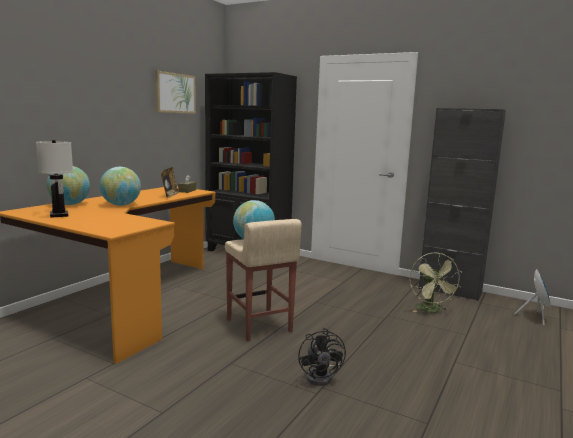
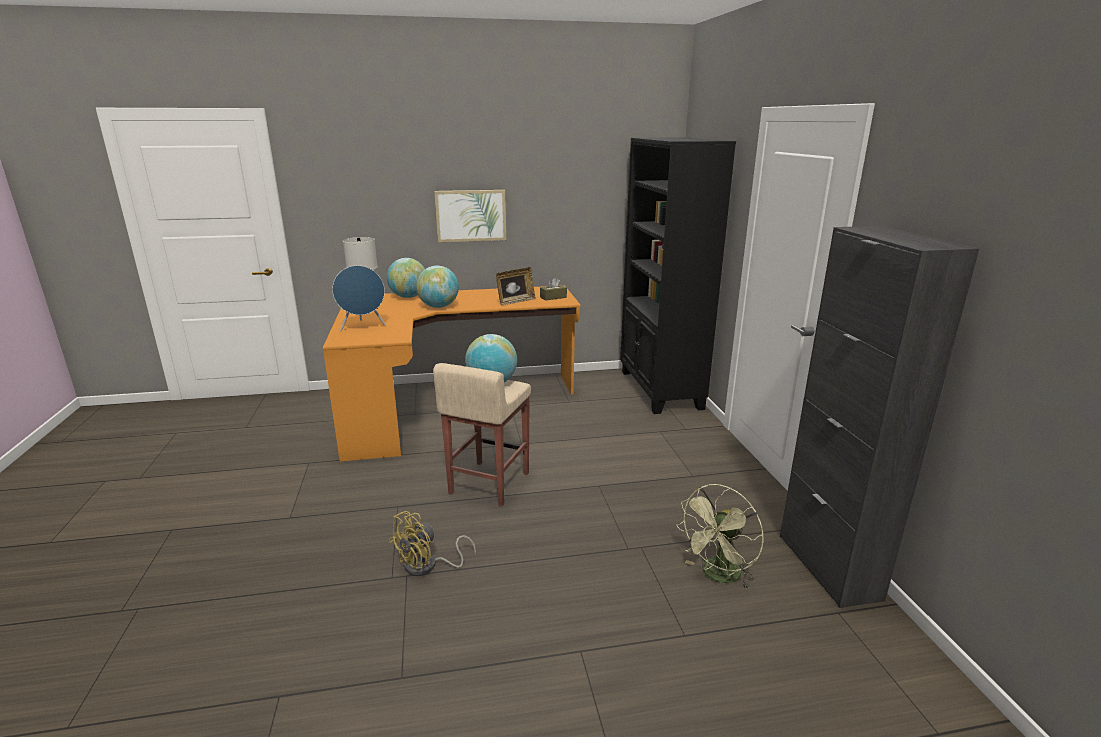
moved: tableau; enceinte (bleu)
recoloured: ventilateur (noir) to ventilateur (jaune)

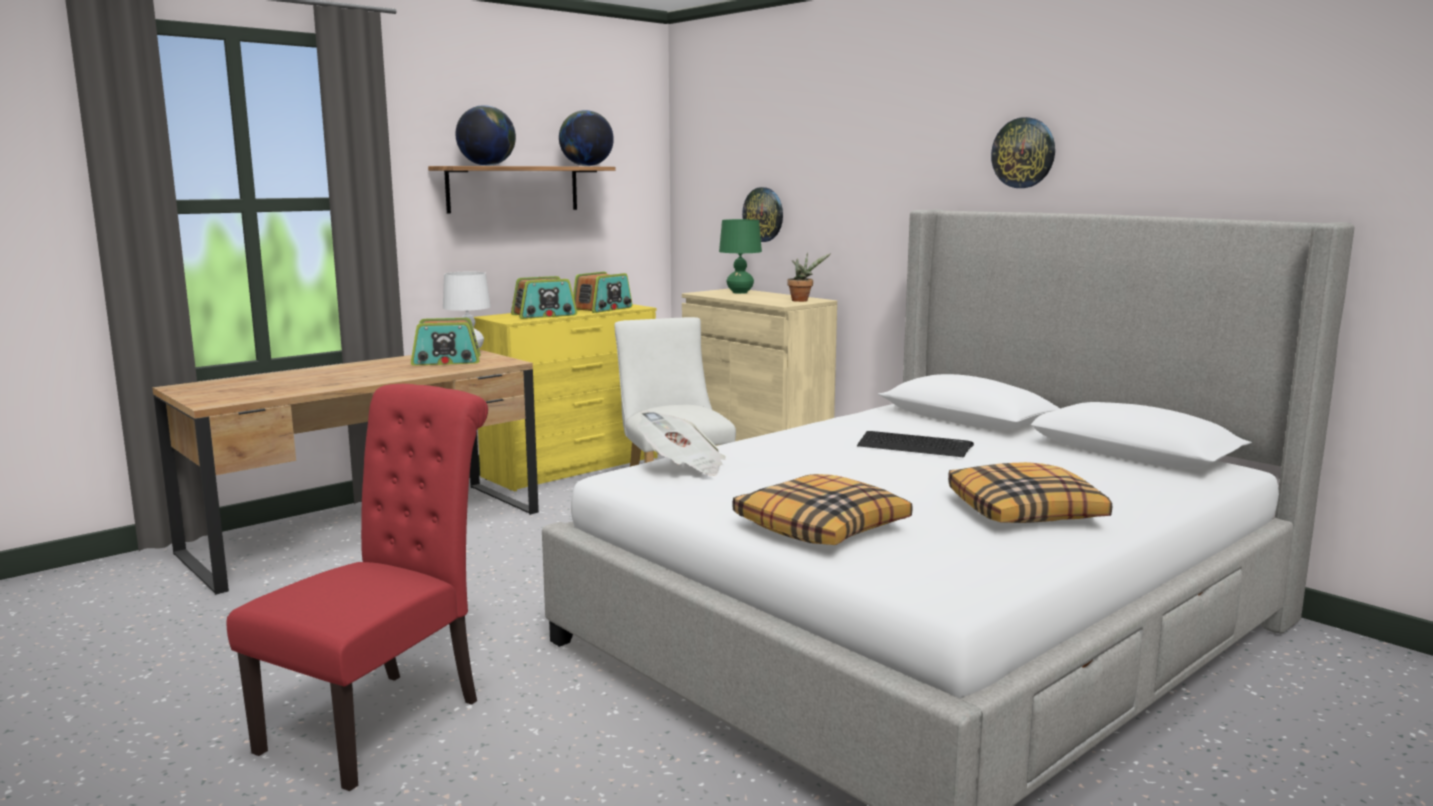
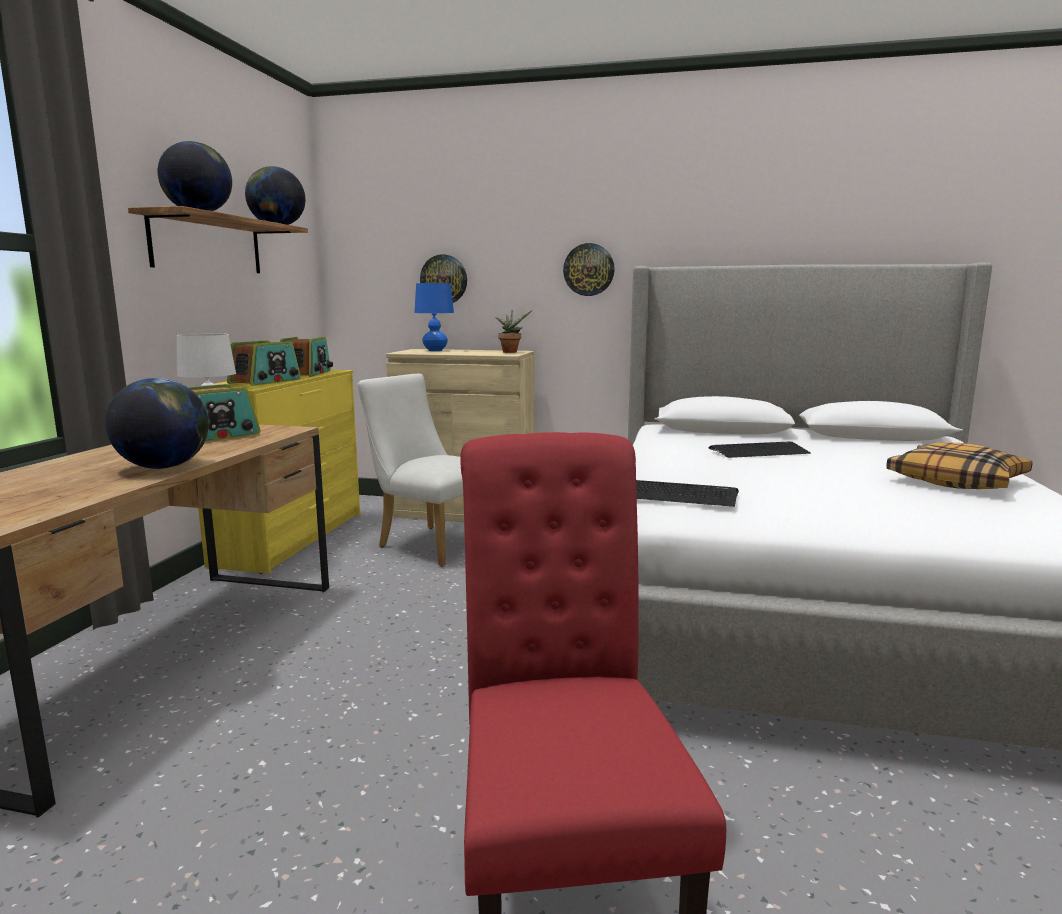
removed: coussin (1st from left)
added: globe (1st from left)
moved: horloge murale (2nd from left)
replaced: journal to clavier (1st from left)
recoloured: lampe de table (vert) to lampe de table (bleu)

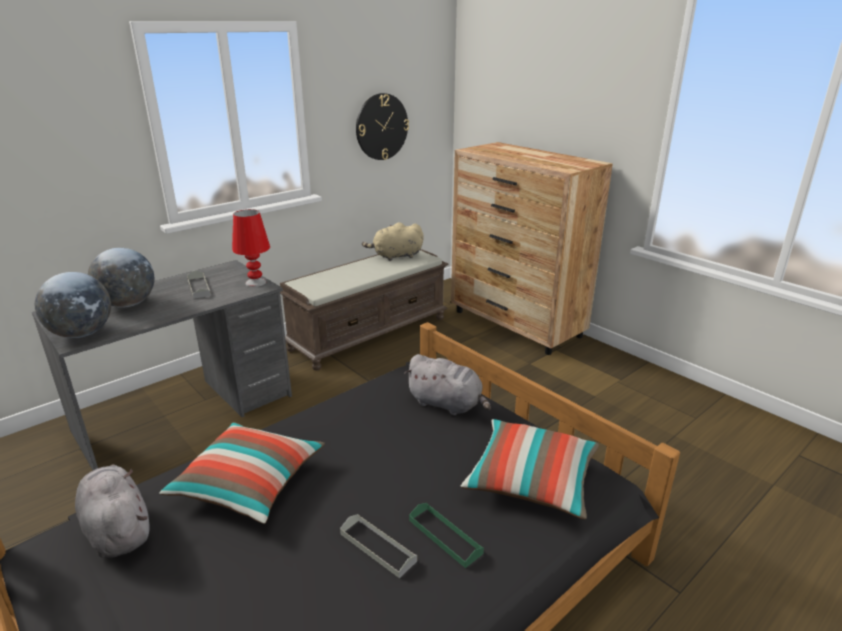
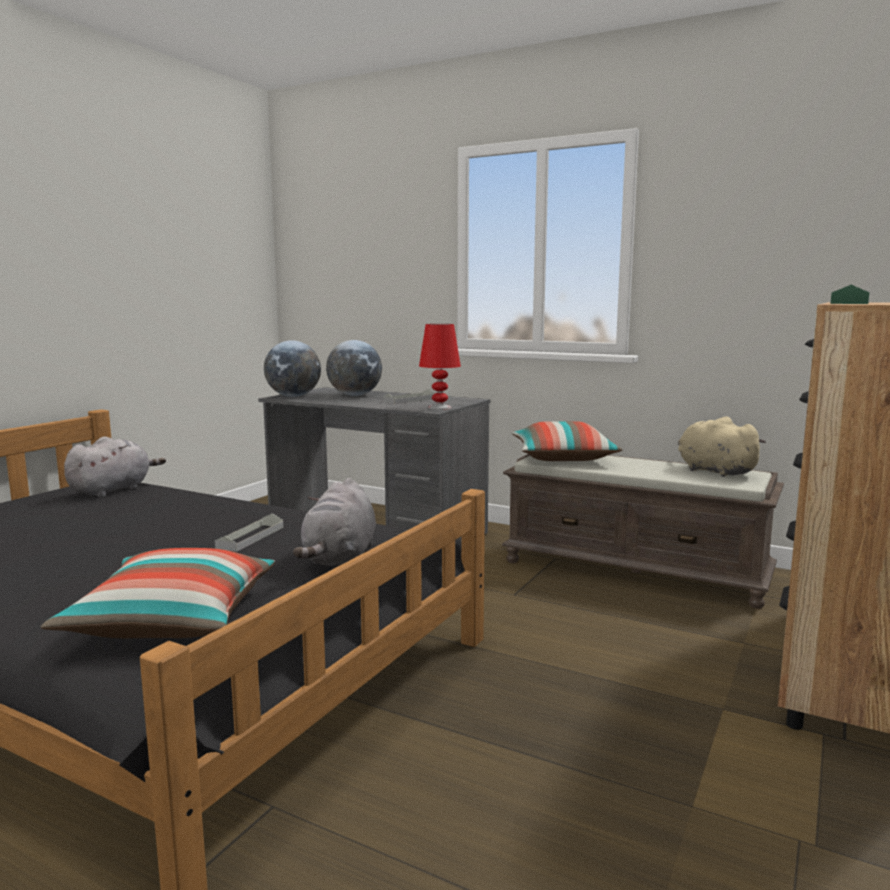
removed: horloge murale
moved: coussin (1st from left in the first image) to coussin (2nd from left); plateau (gris) (2nd from left in the first image) to plateau (gris) (1st from left); plateau (vert)

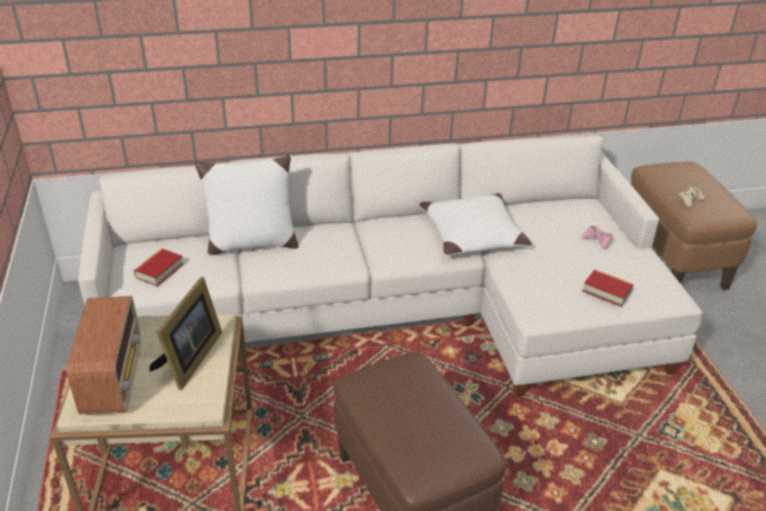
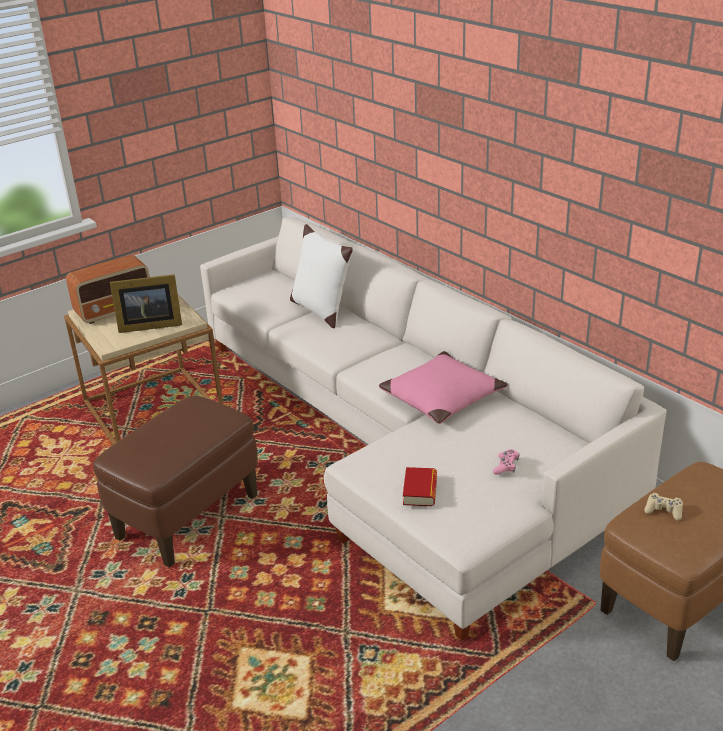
removed: livre (1st from left)
recoloured: coussin (blanc) (2nd from left) to coussin (rose)

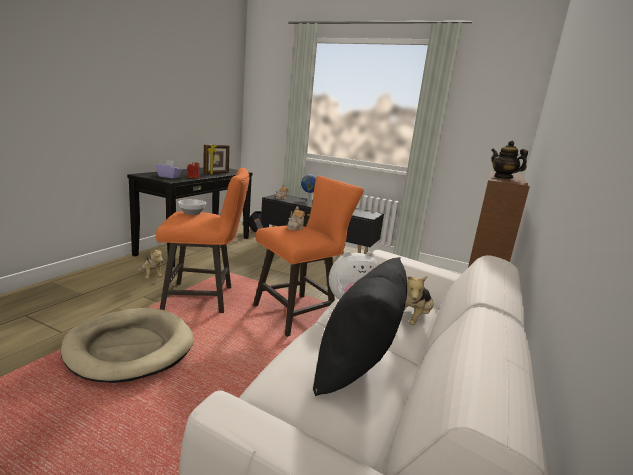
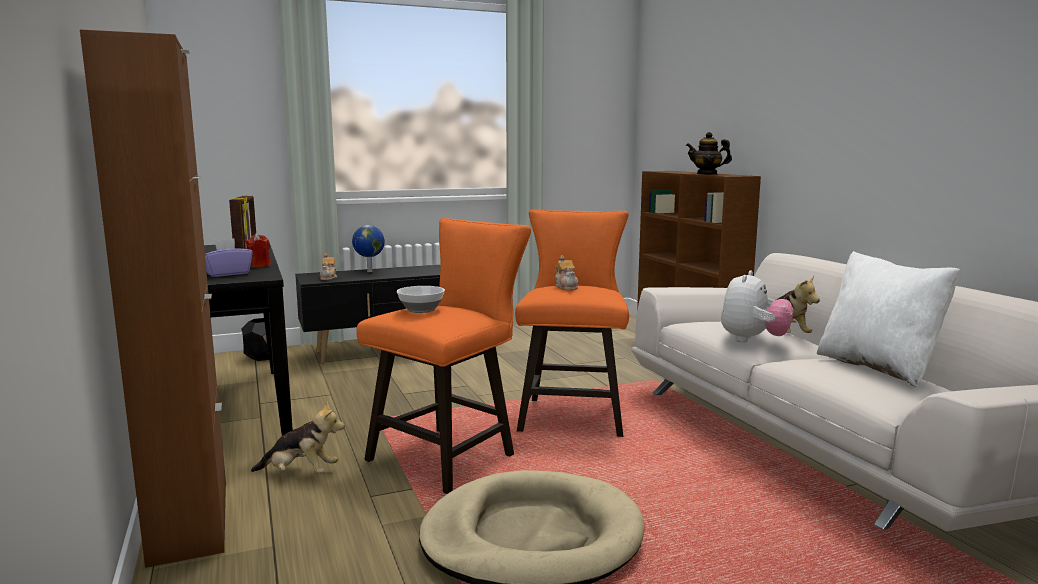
added: meuble de rangement (marron)
recoloured: coussin (noir) to coussin (blanc)

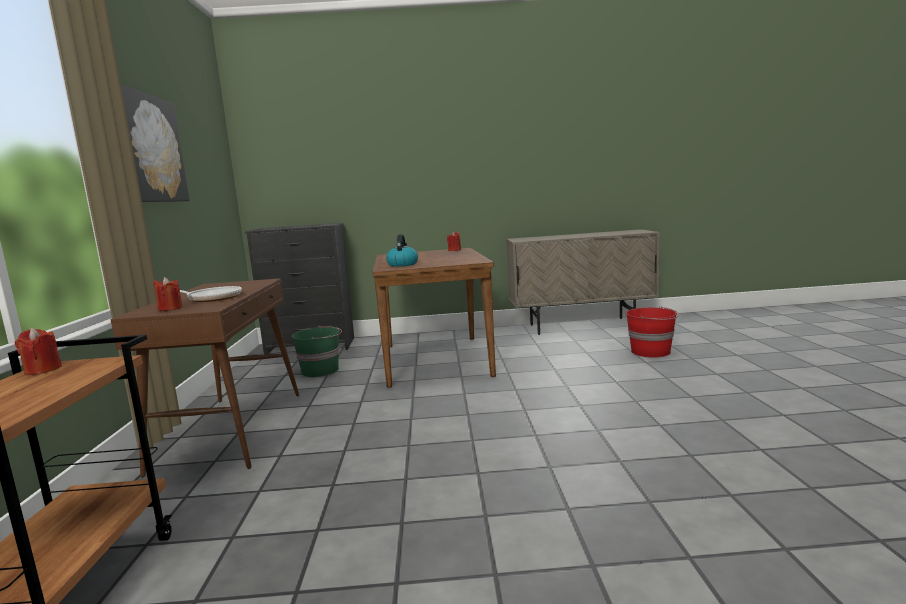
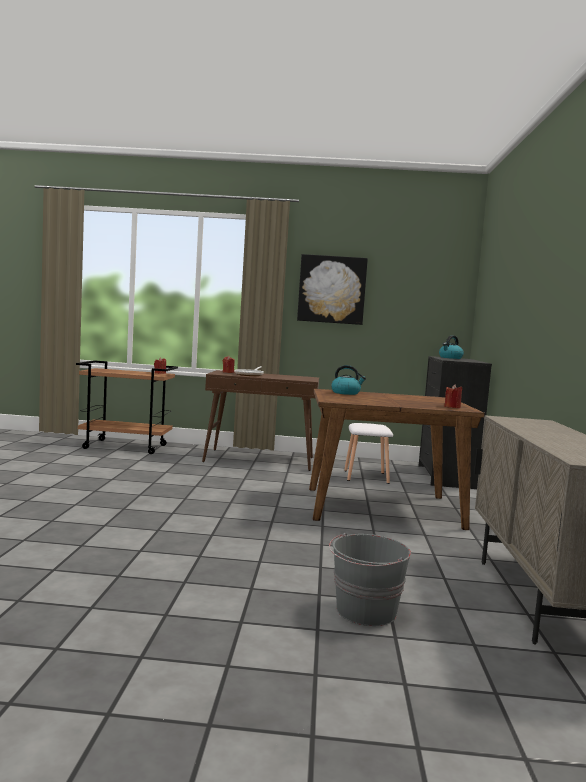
added: bouilloire (2nd from left)
replaced: seau (vert) to tabouret (blanc)
recoloured: seau (rouge) to seau (gris)

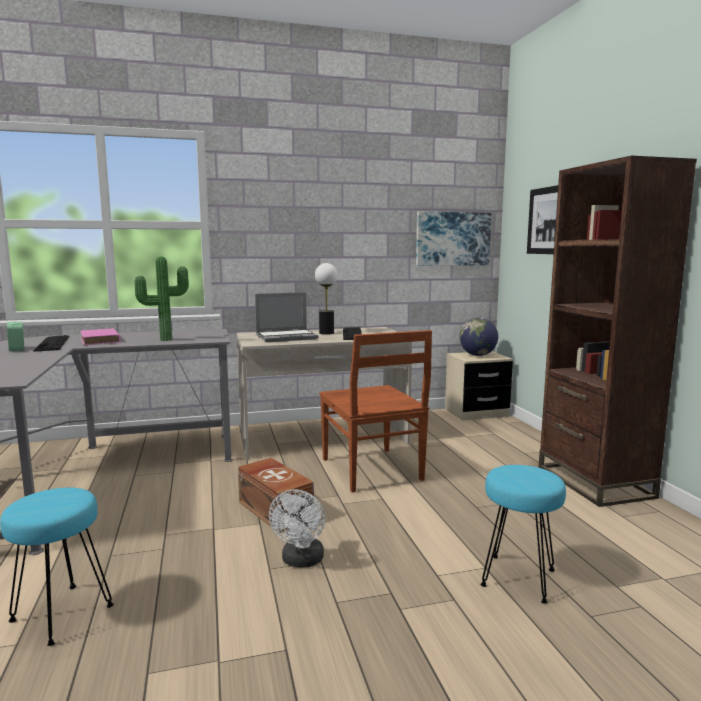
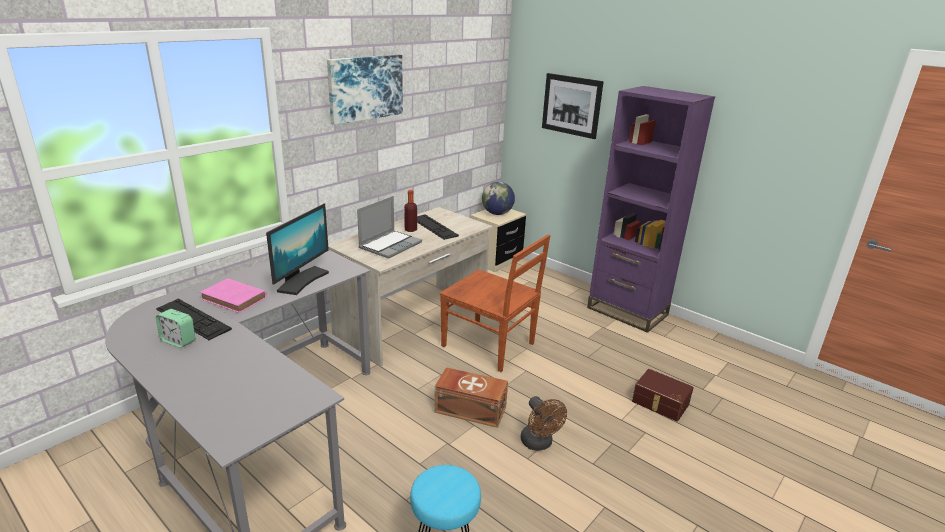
moved: tableau (1st from left)
replaced: plante en pot to écran d'ordinateur; lampe de table to bouteille; tabouret (turquoise) (2nd from left) to boîte de rangement (marron) (2nd from left)
recoloured: ventilateur (blanc) to ventilateur (marron); bibliothèque (marron) to bibliothèque (violet)

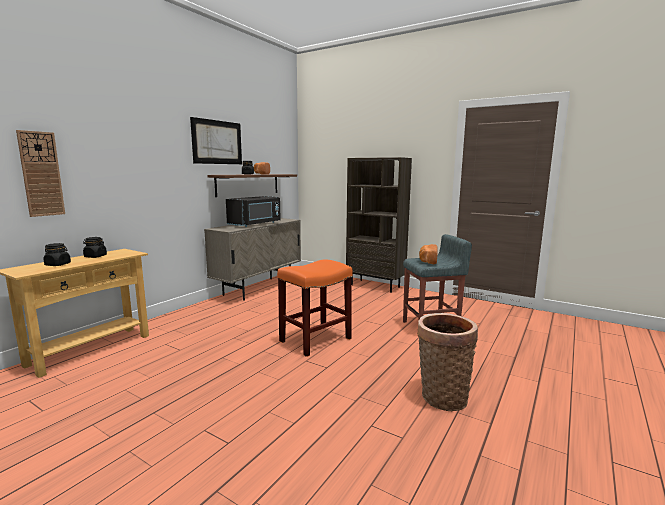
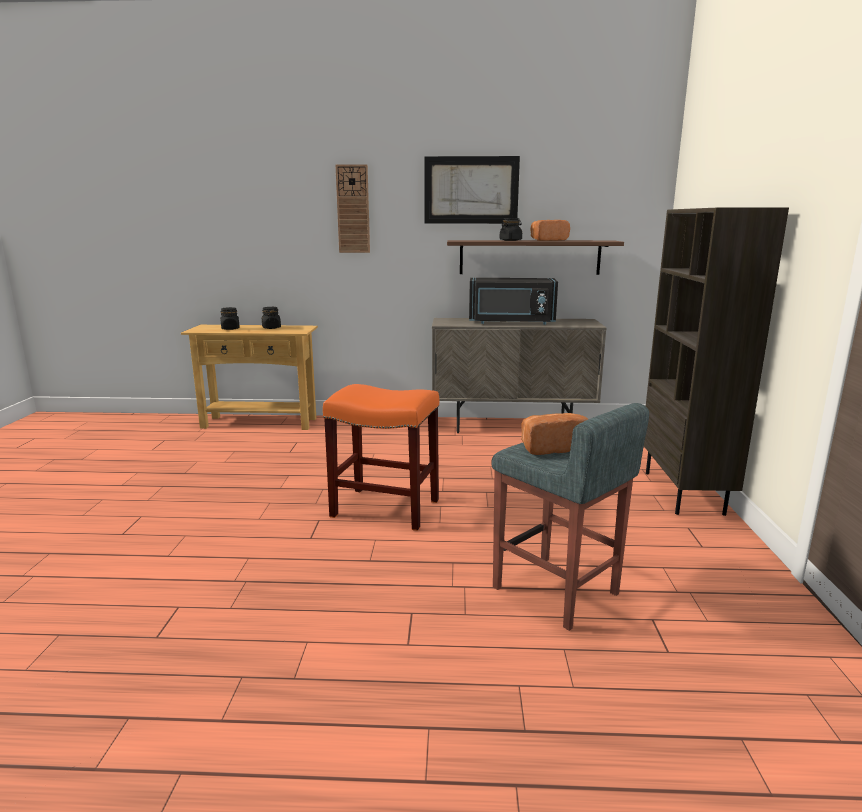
removed: panier
moved: horloge murale

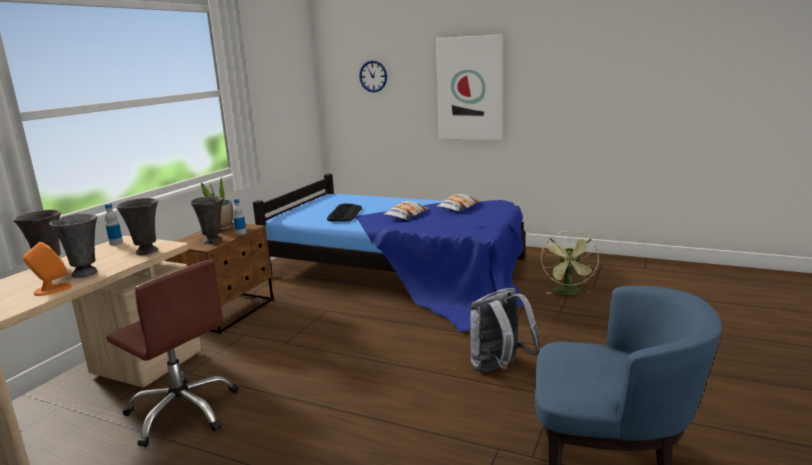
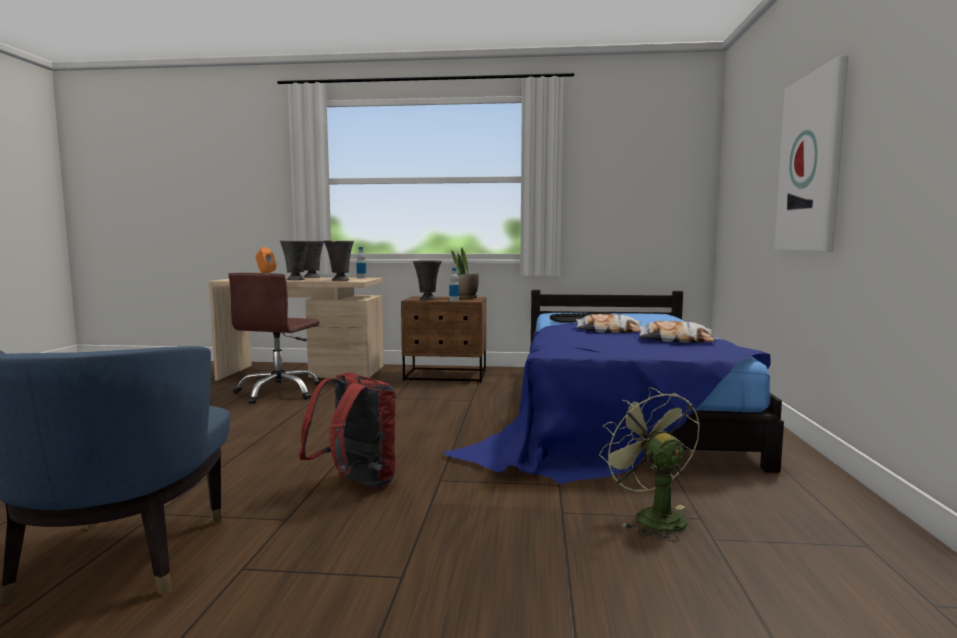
removed: horloge murale
recoloured: sac à dos (gris) to sac à dos (rouge)
turned: ventilateur (vert) 75 degrees clockwise

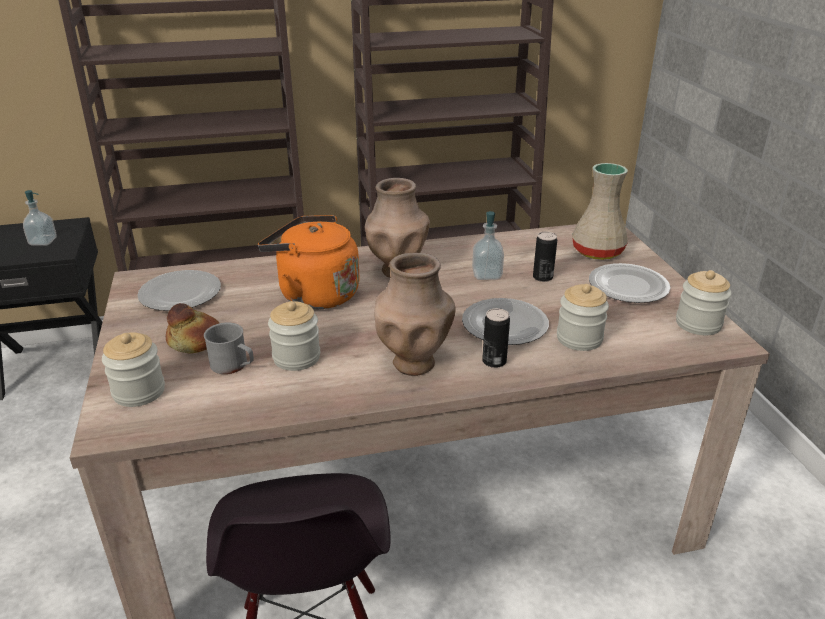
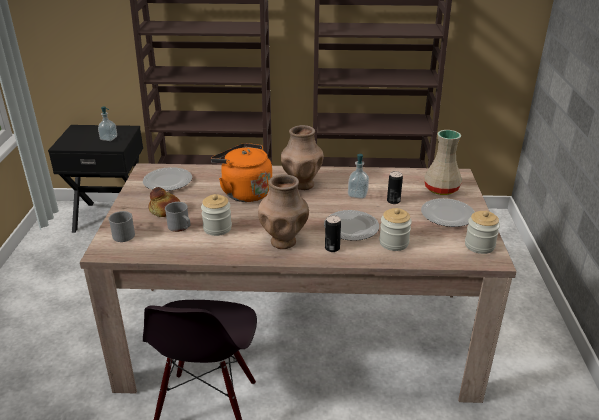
replaced: bocal (1st from left) to mug (gris) (1st from left)

